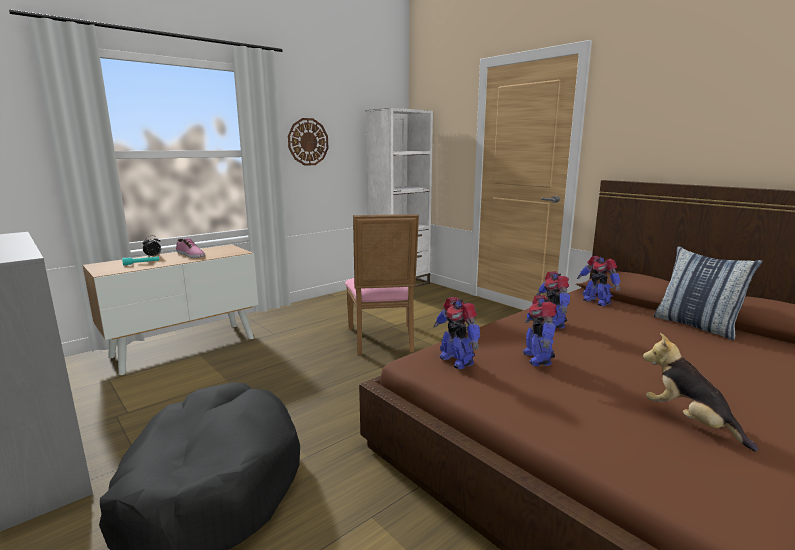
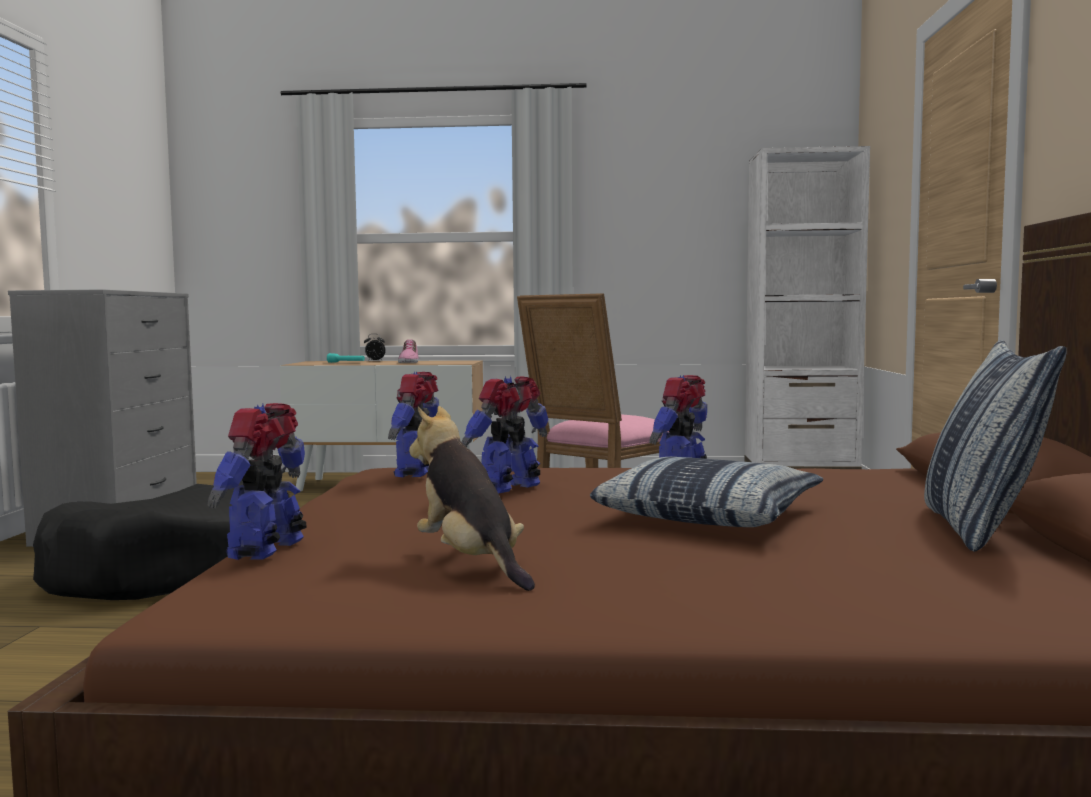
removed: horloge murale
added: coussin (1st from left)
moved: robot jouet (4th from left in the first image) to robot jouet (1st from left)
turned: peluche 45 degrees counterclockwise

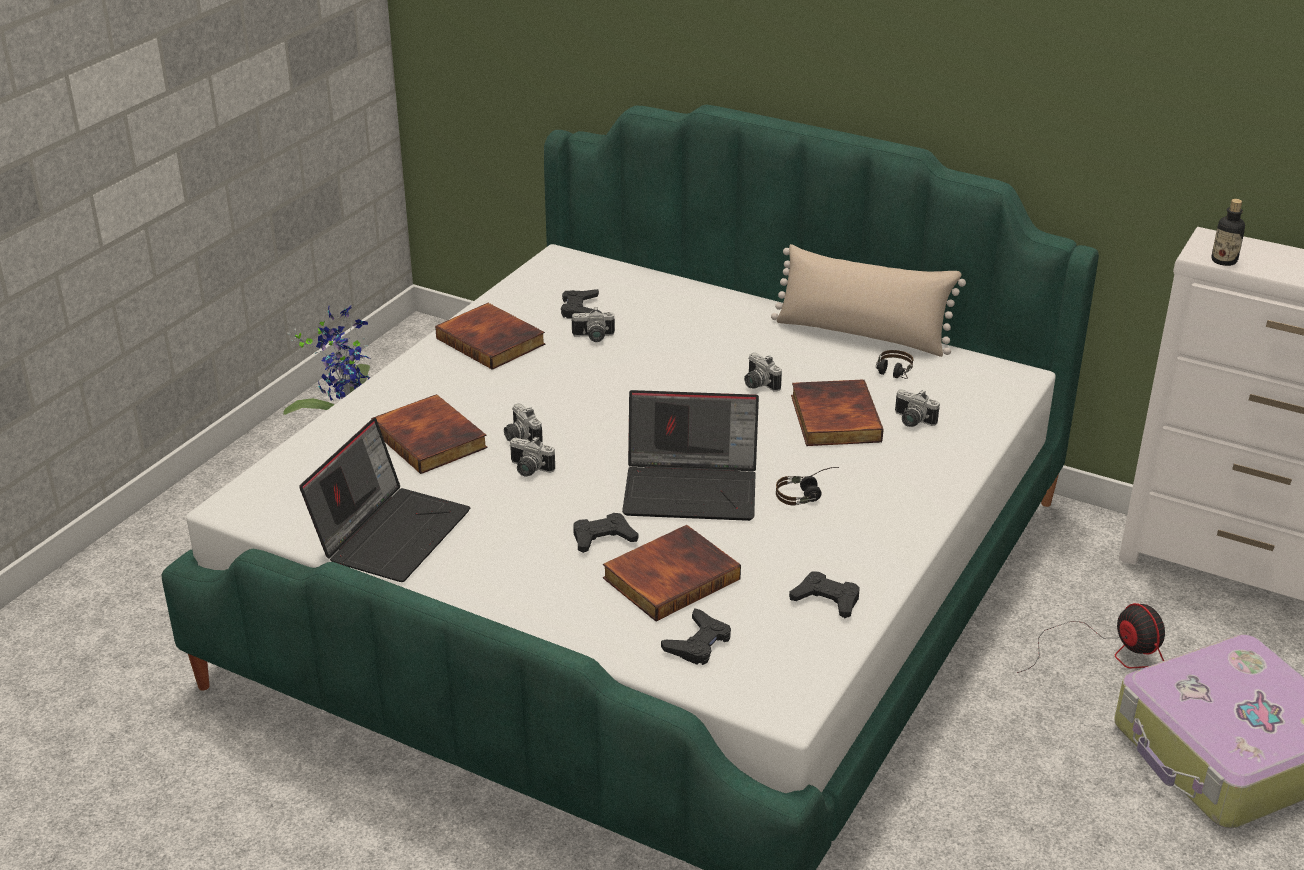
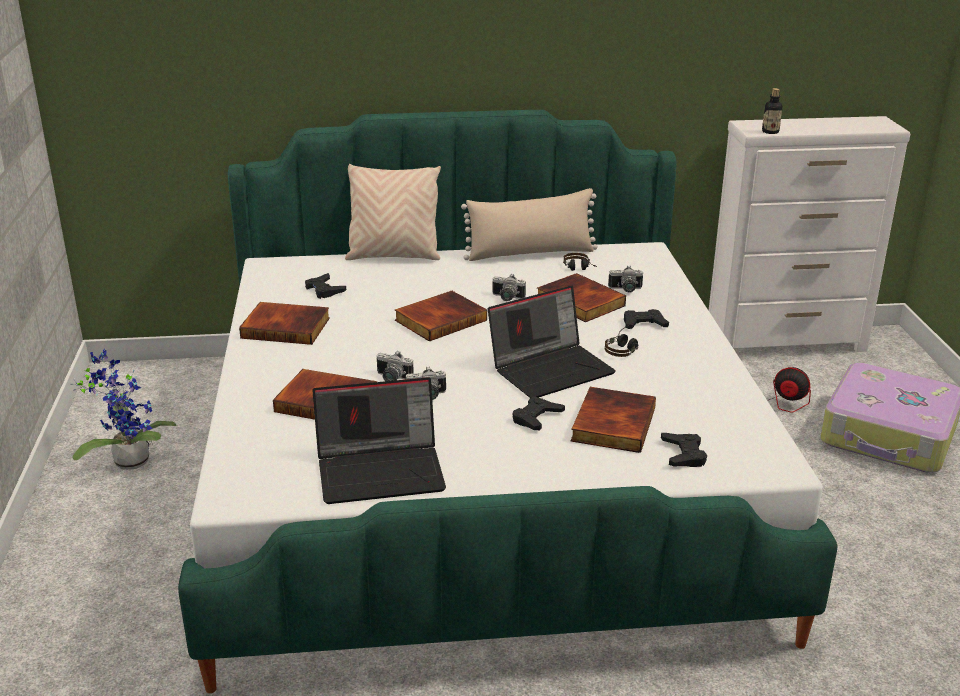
removed: appareil photo (3rd from left)
added: coussin (beige) (1st from left); livre (3rd from left)
moved: manette (noir) (4th from left in the first image) to manette (noir) (3rd from left)
turned: ordinateur portable (1st from left) 90 degrees clockwise

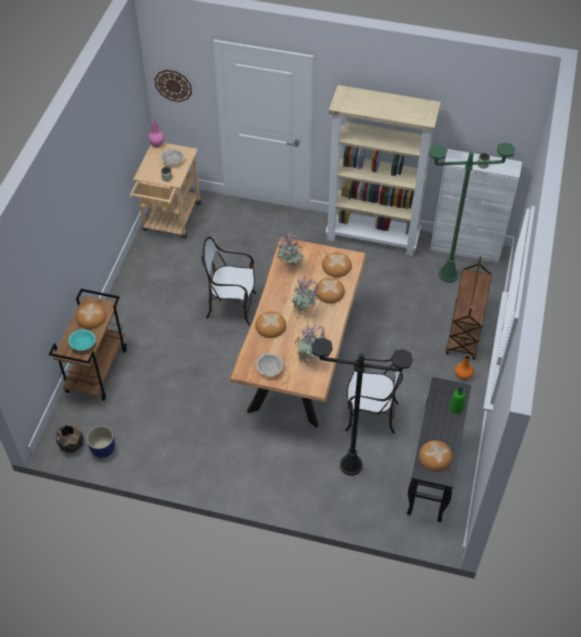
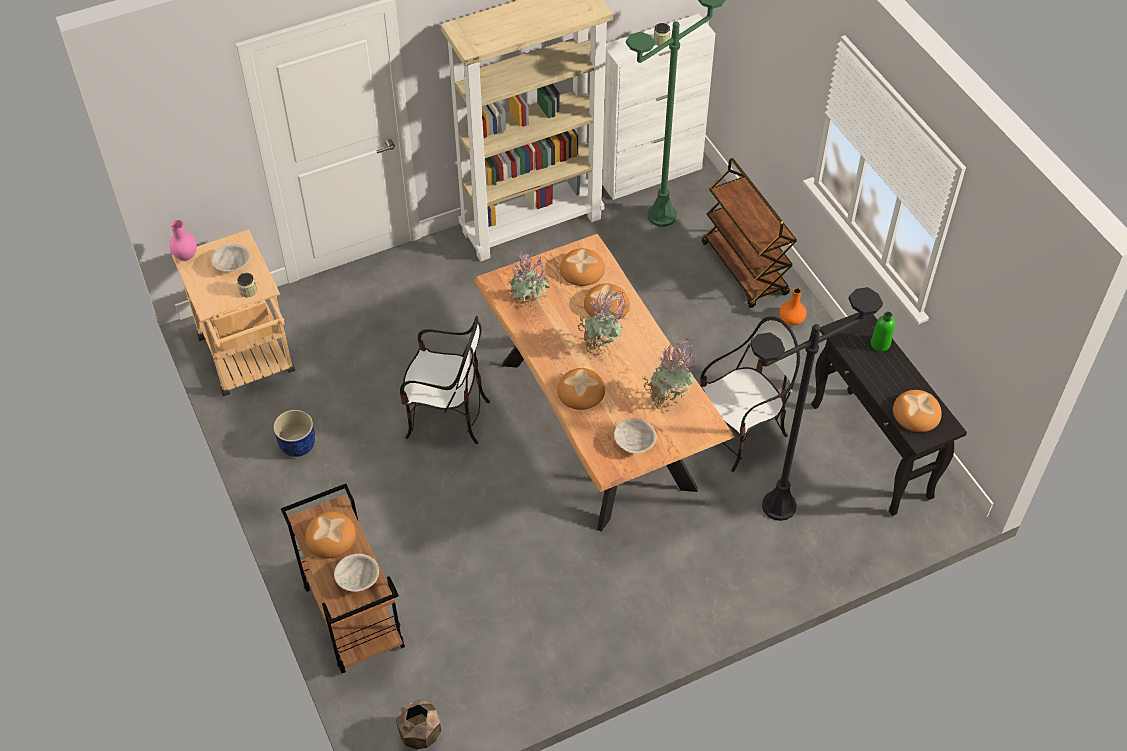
removed: horloge murale
moved: cache-pot (bleu)
recoloured: bol (turquoise) to bol (beige) (2nd from left)
turned: chaise (1st from left) 135 degrees counterclockwise

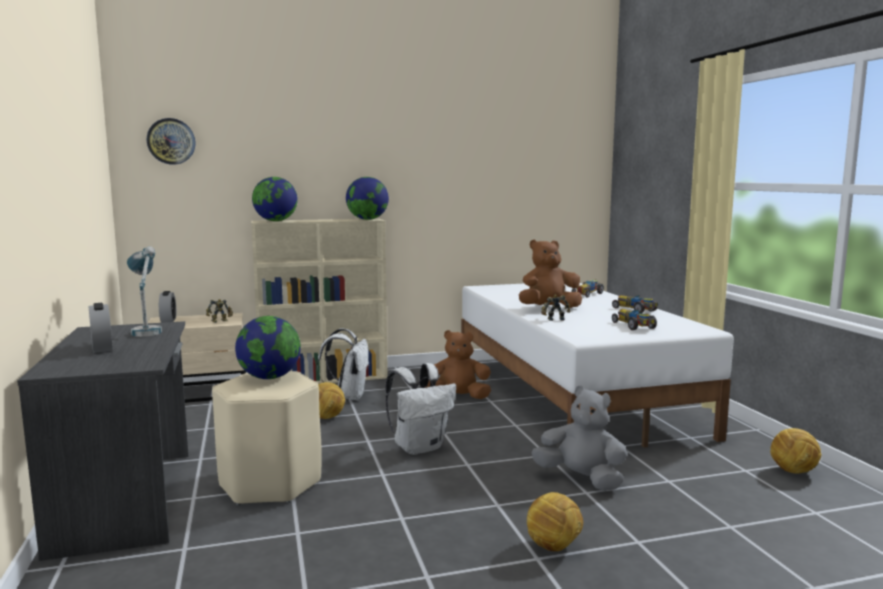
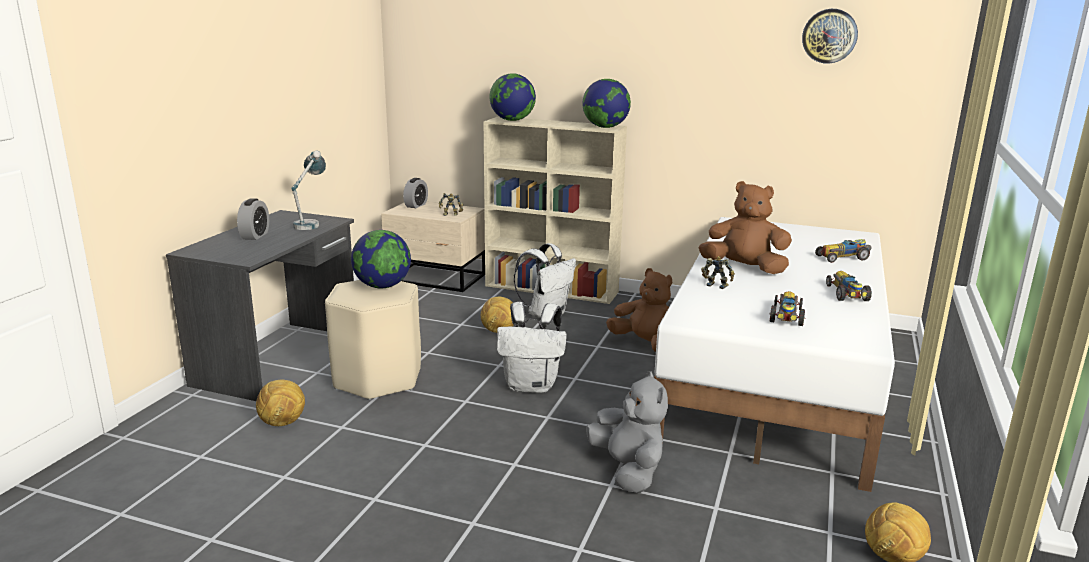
moved: horloge murale; ballon de foot (2nd from left in the first image) to ballon de foot (1st from left)

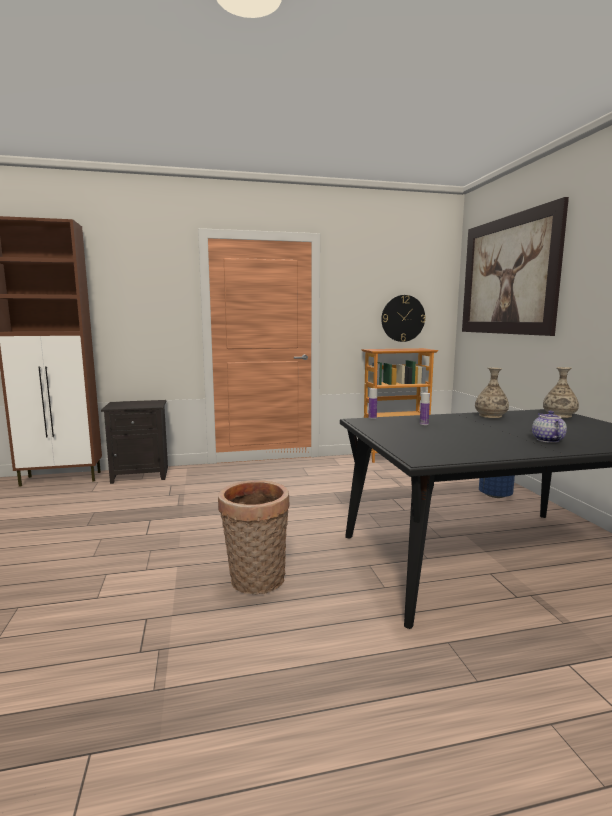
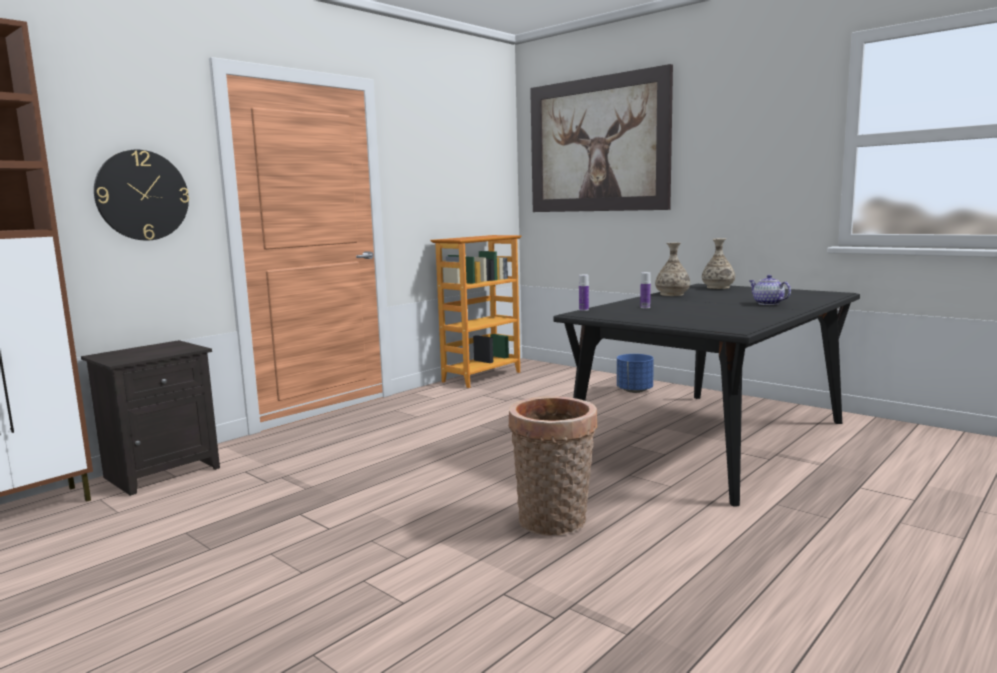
moved: horloge murale

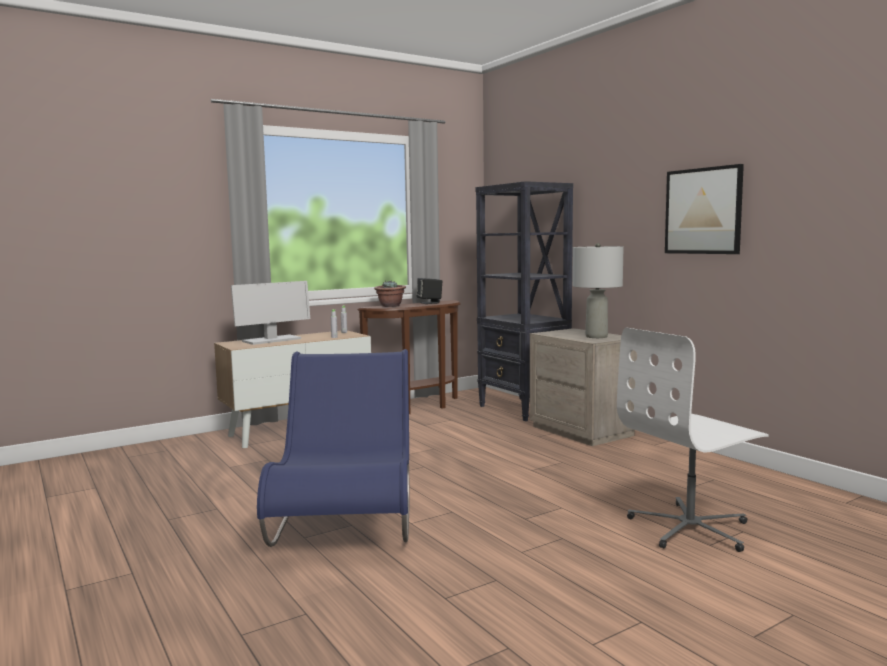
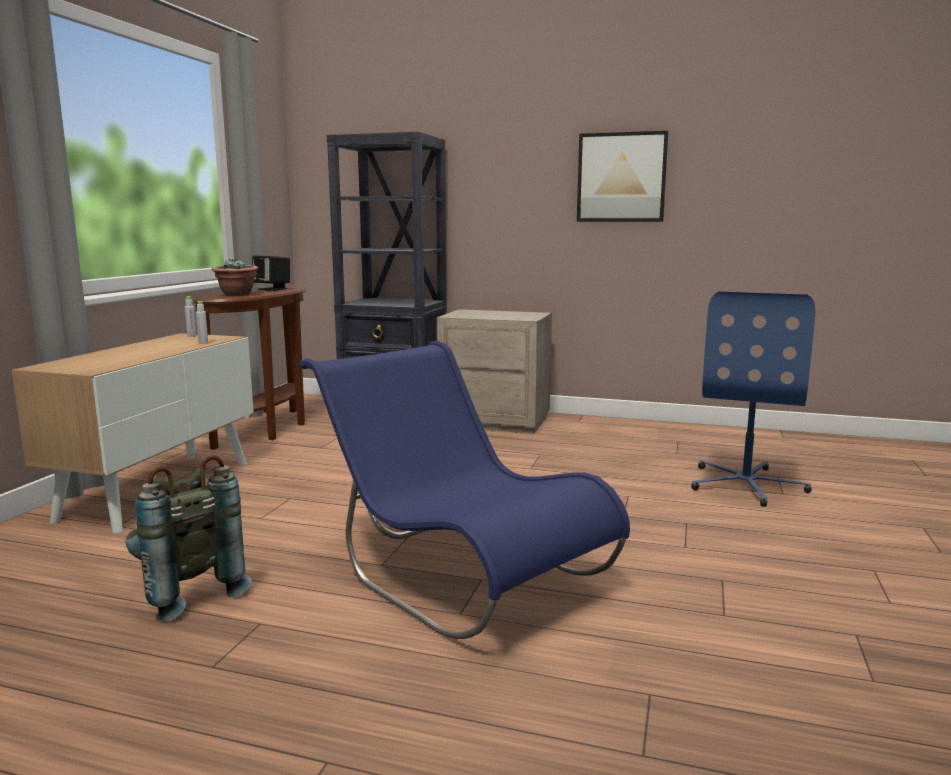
removed: écran d'ordinateur; lampe de table (gris)
added: sac à dos (gris)
recoloured: chaise de bureau (blanc) to chaise de bureau (bleu)

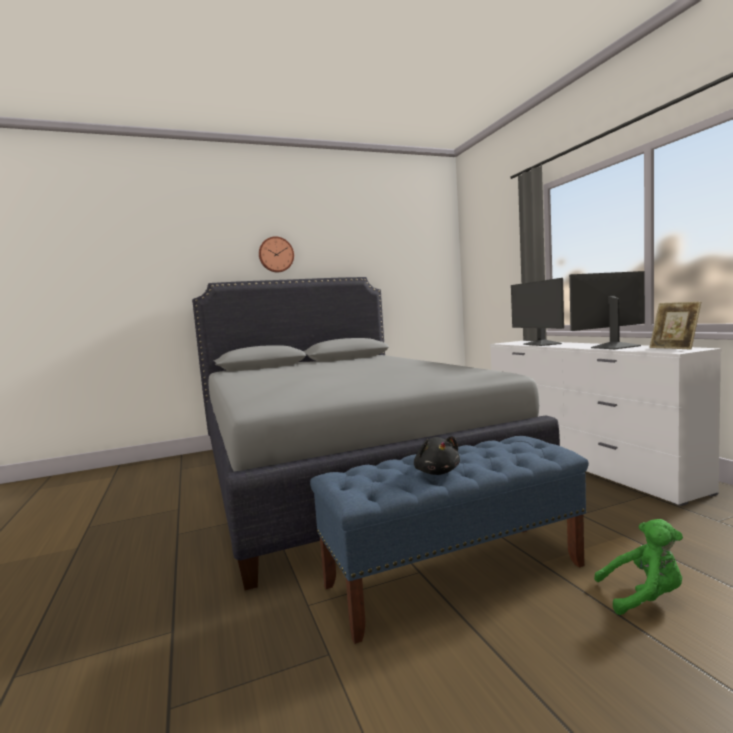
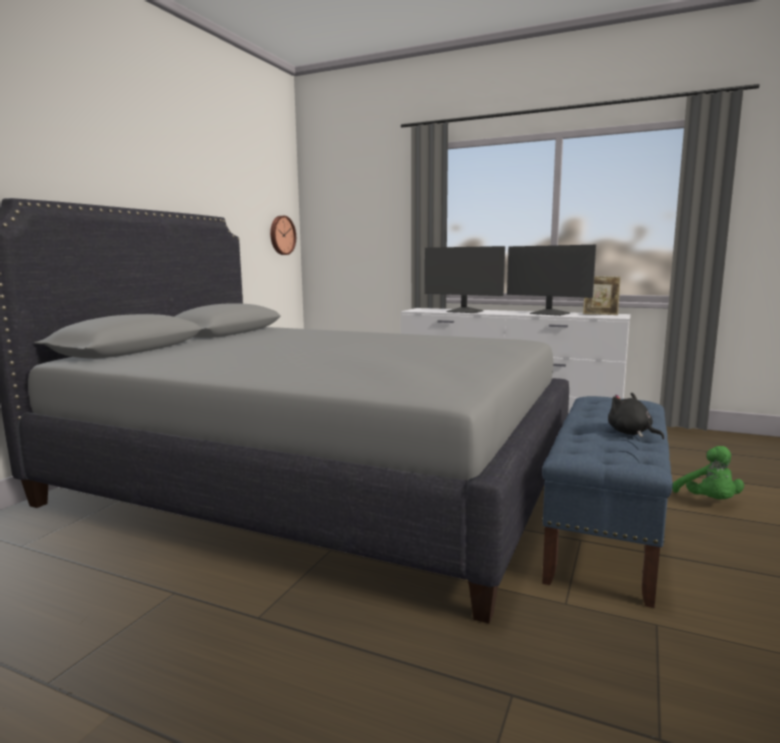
moved: horloge murale
turned: peluche (noir) 150 degrees counterclockwise; écran d'ordinateur (2nd from left) 75 degrees counterclockwise; peluche (vert) 120 degrees clockwise

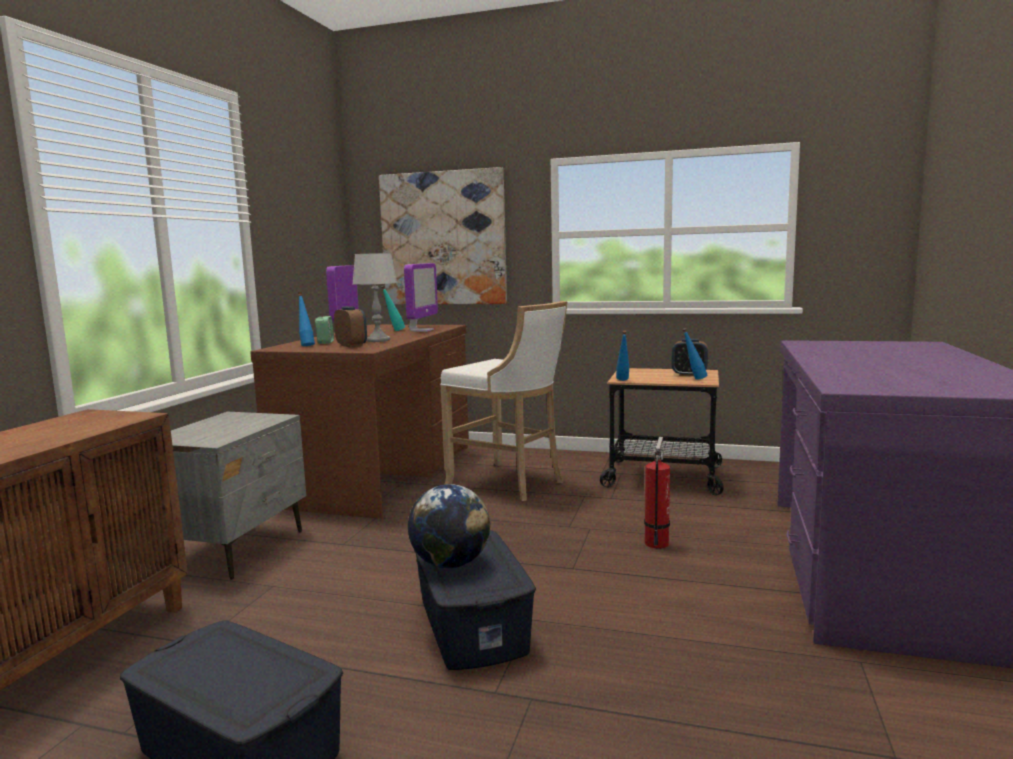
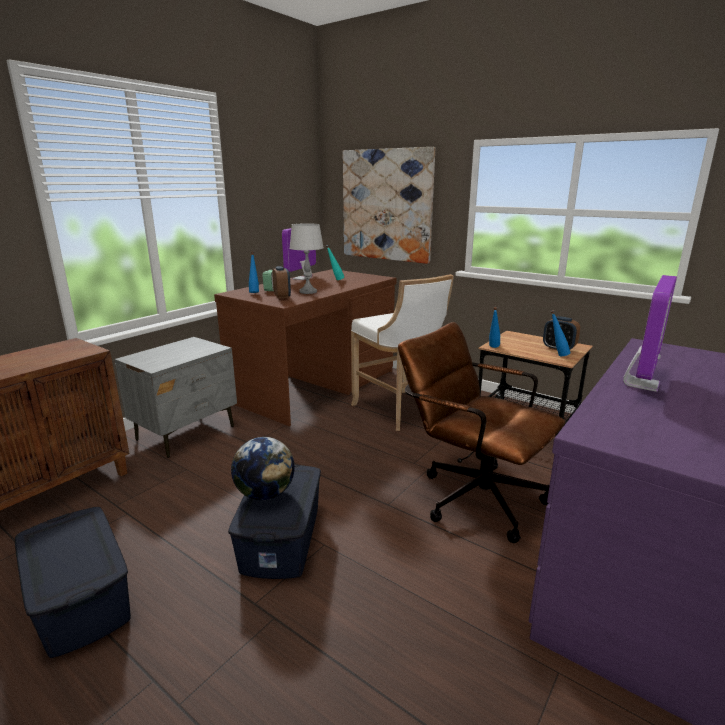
moved: écran d'ordinateur (2nd from left)
replaced: extincteur to chaise de bureau (marron)

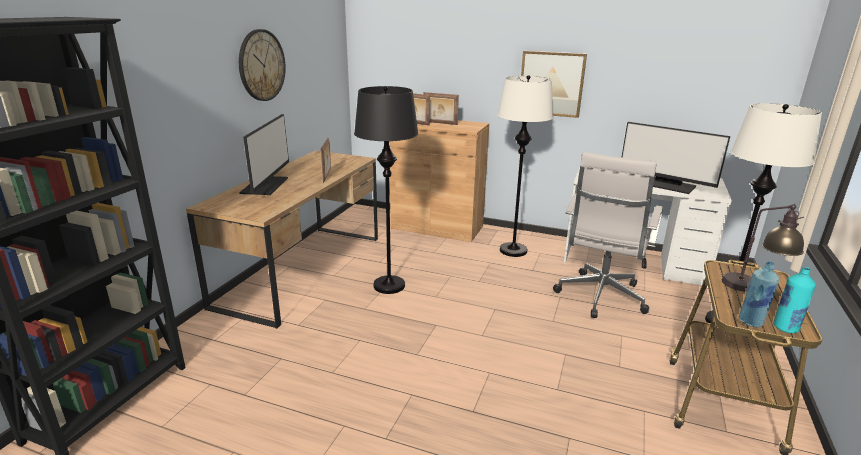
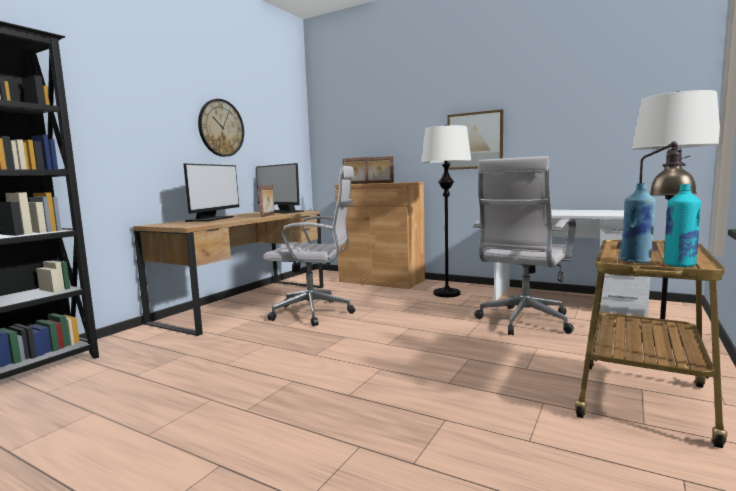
moved: écran d'ordinateur (2nd from left)
replaced: lampadaire (noir) to chaise de bureau (blanc) (1st from left)

